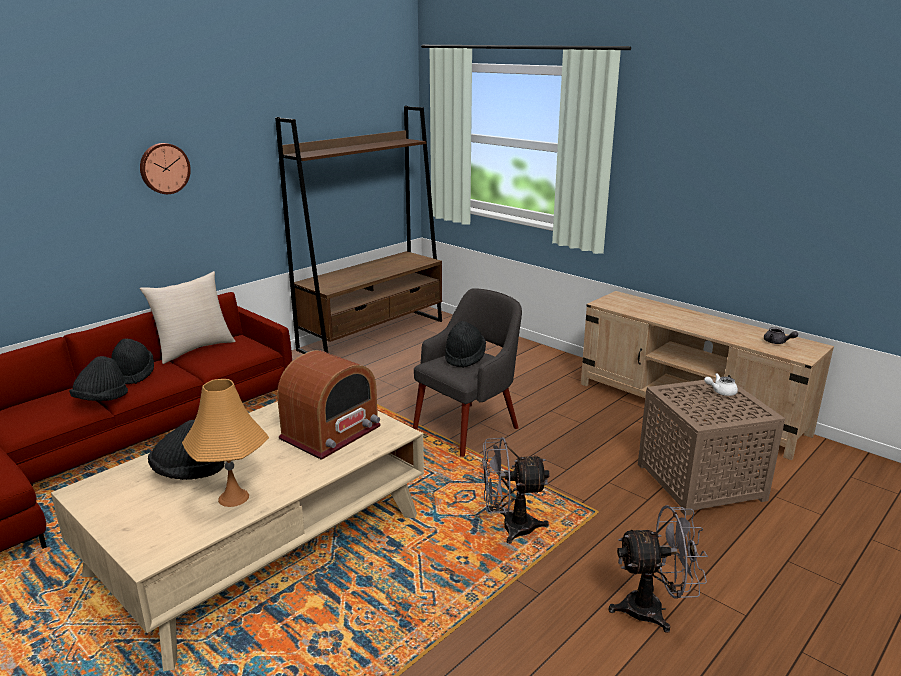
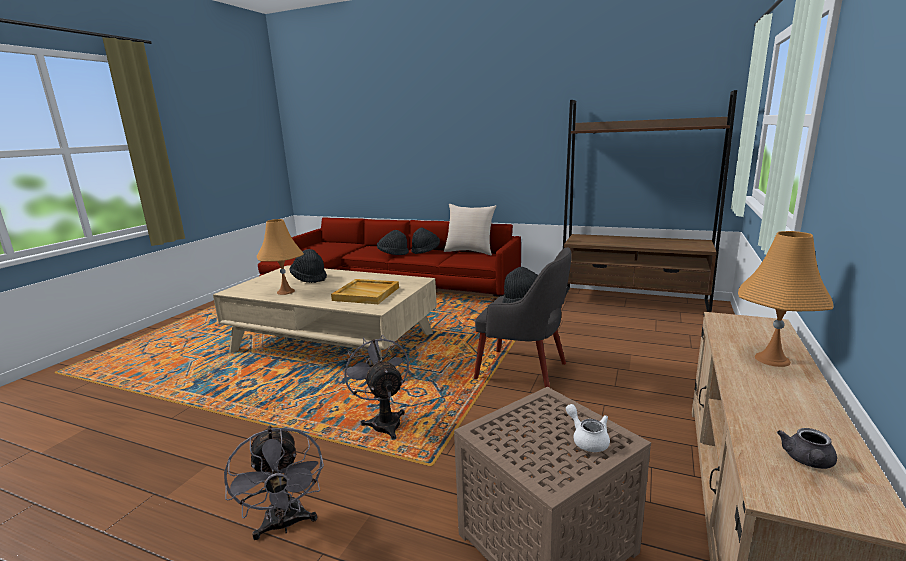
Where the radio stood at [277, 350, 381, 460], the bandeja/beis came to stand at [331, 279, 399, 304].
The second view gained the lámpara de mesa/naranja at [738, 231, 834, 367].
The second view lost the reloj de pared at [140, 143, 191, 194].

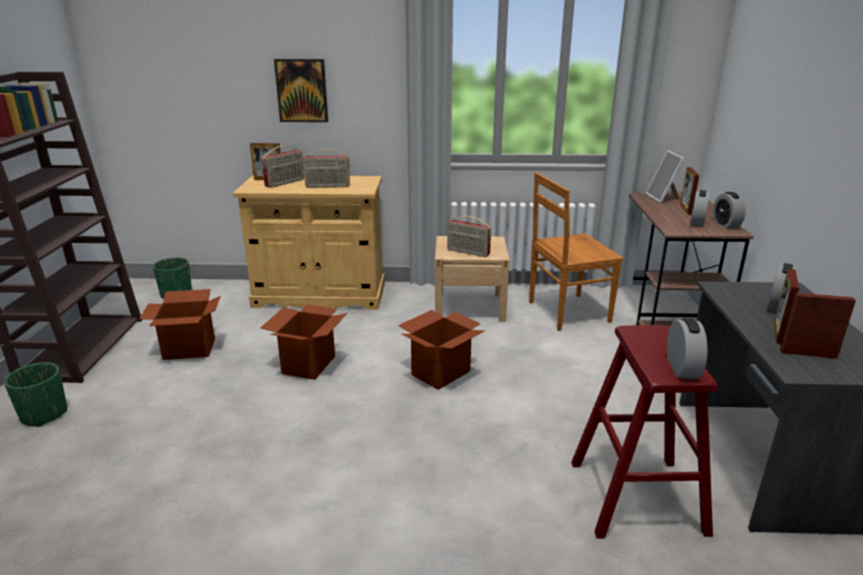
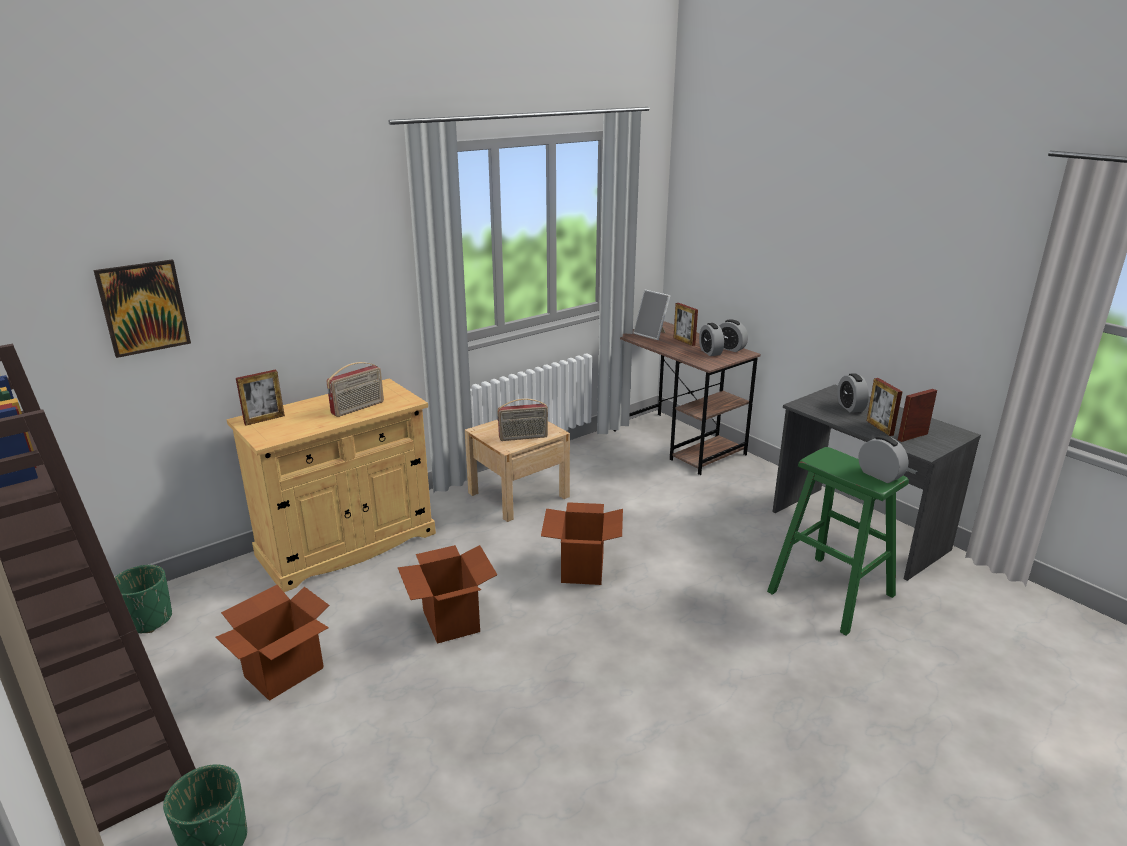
The cuadro ended up elsewhere, having gone from [274, 59, 328, 122] to [93, 260, 191, 358].
What was the taburete/rojo at [571, 325, 717, 539] turned into the taburete/verde at [767, 447, 909, 635].
The second view lost the radio at [262, 146, 304, 188].
The second view lost the silla/marrón at [529, 172, 623, 331].

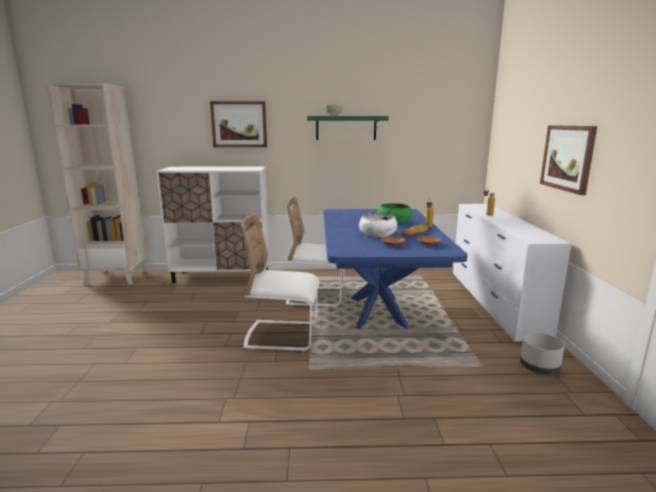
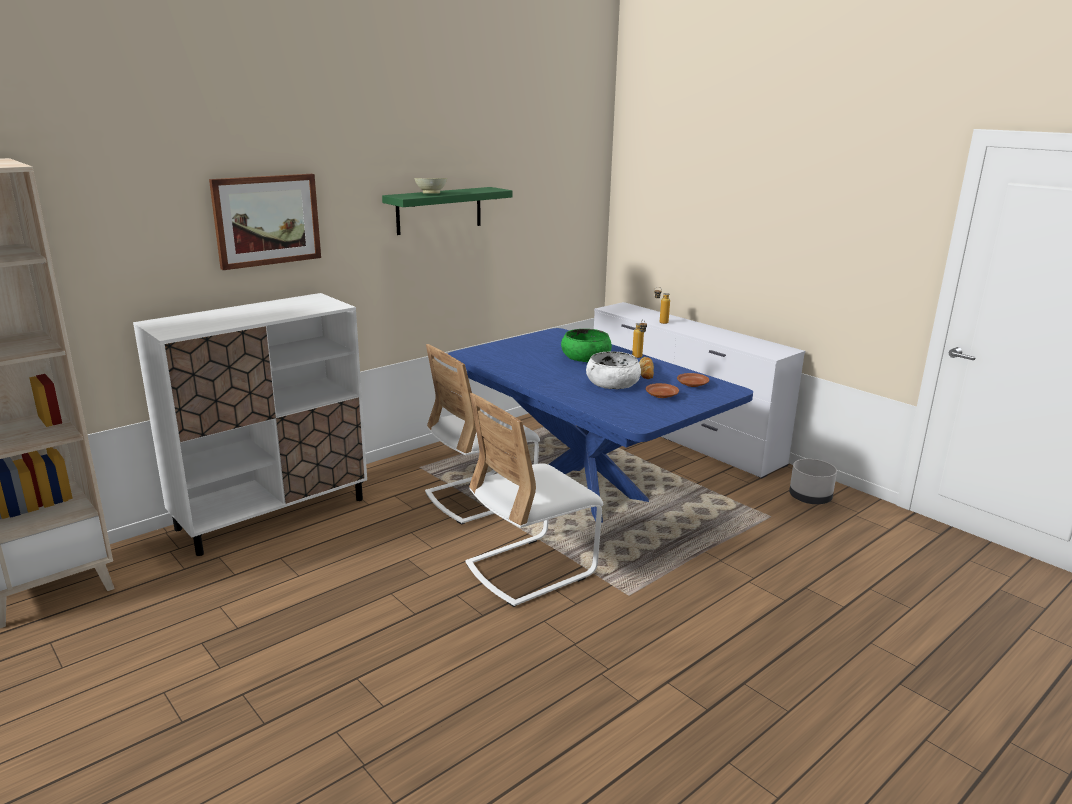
The second view lost the cuadro at [540, 125, 597, 195].

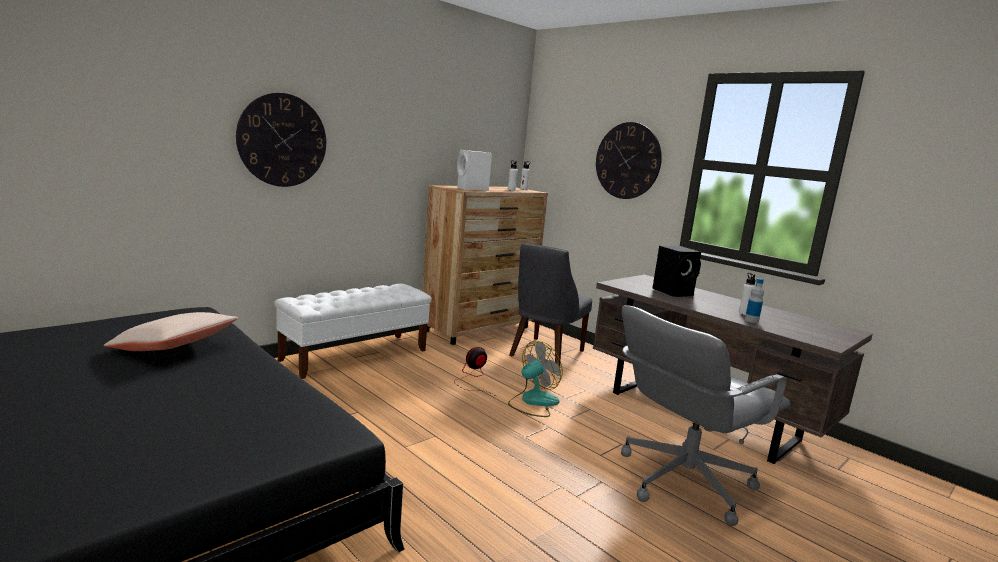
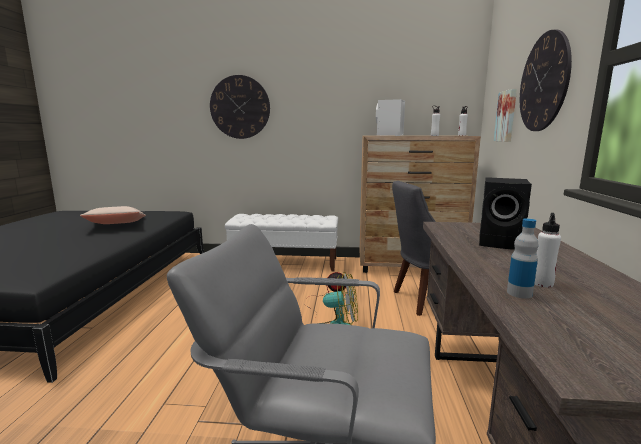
The second view gained the cuadro at [494, 89, 517, 142].

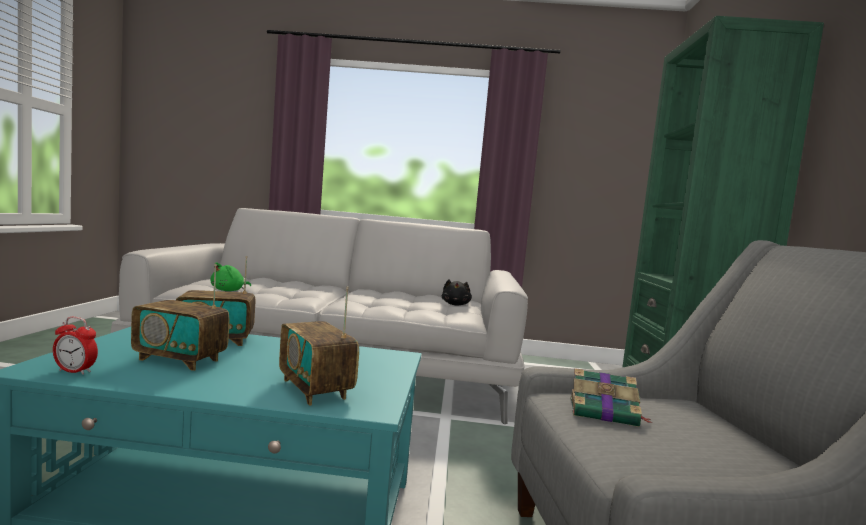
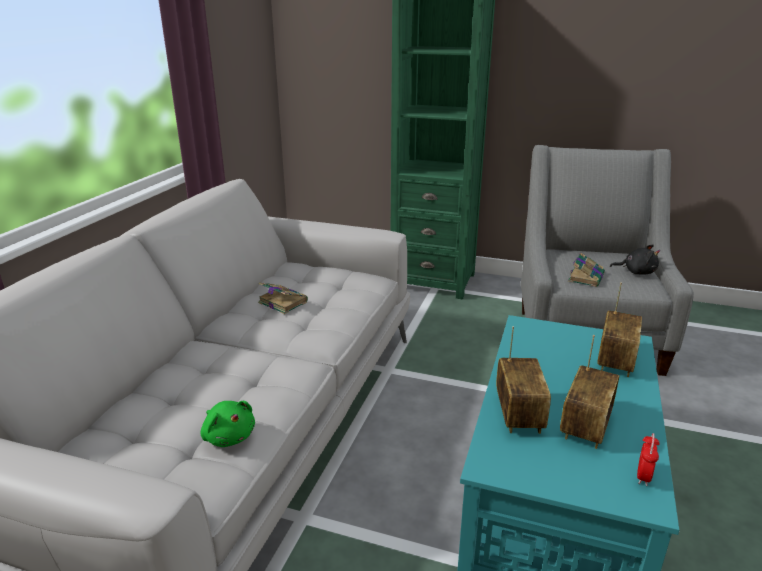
The second view gained the libro at [258, 283, 308, 314].
The radio at [279, 287, 359, 406] ended up facing another way, 45 degrees counterclockwise from before.
The peluche/negro ended up elsewhere, having gone from [442, 279, 472, 305] to [610, 244, 660, 275].

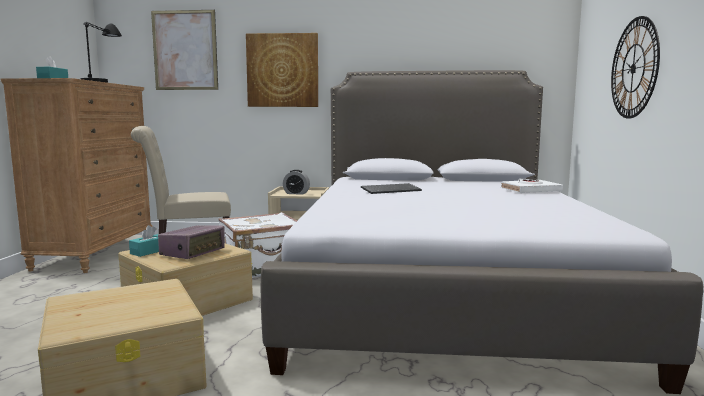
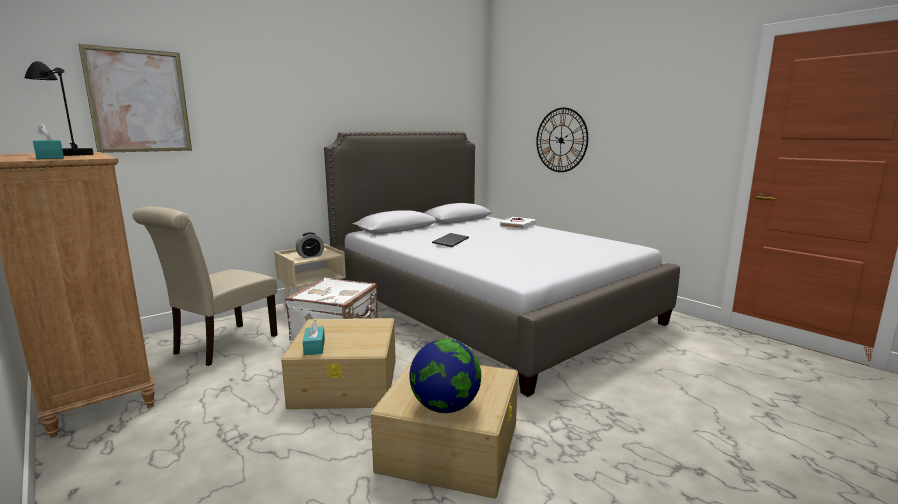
The second view gained the globo terráqueo at [409, 339, 481, 413].
The second view lost the radio at [158, 225, 224, 259].
The second view lost the cuadro at [246, 33, 318, 107].

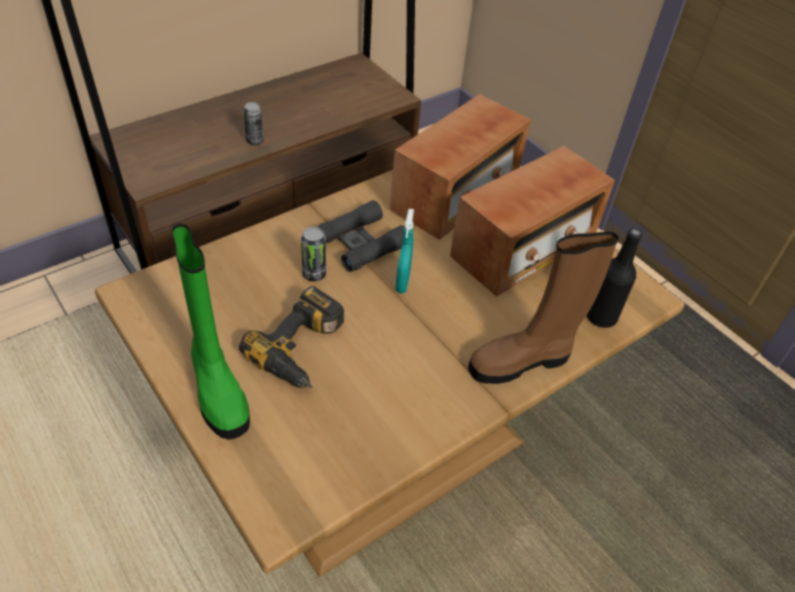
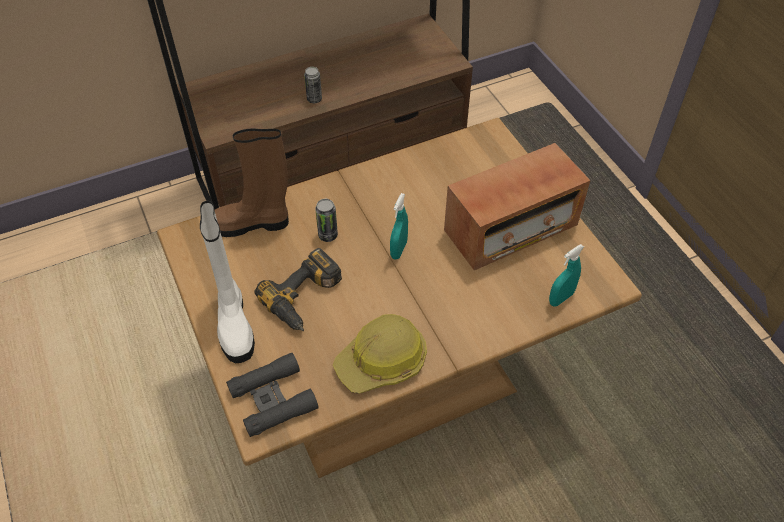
What was the bota/verde at [172, 224, 250, 440] turned into the bota/blanco at [200, 201, 255, 363].
The bota/marrón ended up elsewhere, having gone from [468, 231, 619, 384] to [215, 129, 289, 237].
The prismáticos/negro ended up elsewhere, having gone from [318, 200, 405, 272] to [226, 352, 319, 437].
The second view gained the casco at [333, 314, 427, 394].
Where the botella/negro stood at [587, 228, 642, 328], the pulverizador/turquesa came to stand at [549, 244, 584, 306].
The second view lost the radio at [390, 94, 531, 239].

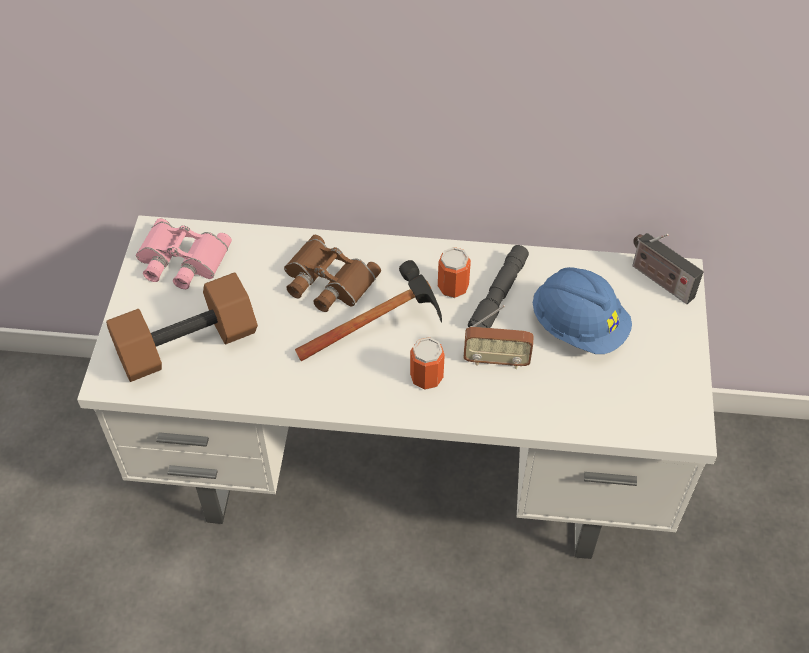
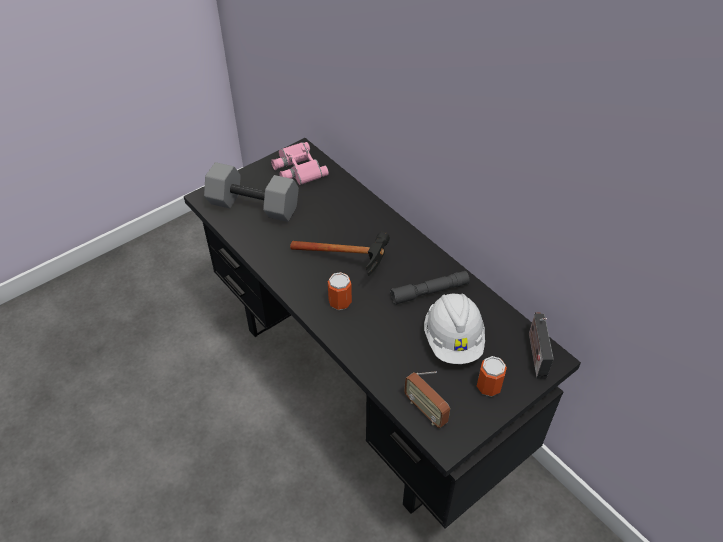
What was the escritorio/blanco at [77, 215, 717, 559] turned into the escritorio/negro at [184, 138, 581, 529].
What was the mancuerna/marrón at [106, 272, 258, 382] turned into the mancuerna/gris at [204, 162, 299, 222].
The radio ended up elsewhere, having gone from [463, 305, 534, 369] to [404, 371, 450, 428].
What was the casco/azul at [533, 267, 632, 354] turned into the casco/blanco at [424, 293, 485, 364].
The lata ended up elsewhere, having gone from [438, 247, 471, 298] to [477, 356, 507, 396].
The second view lost the prismáticos/marrón at [284, 235, 381, 312].

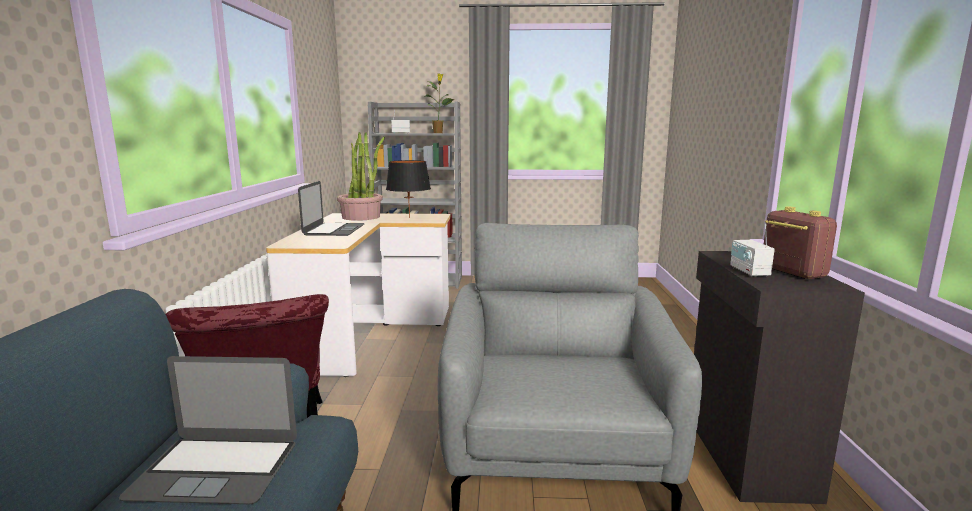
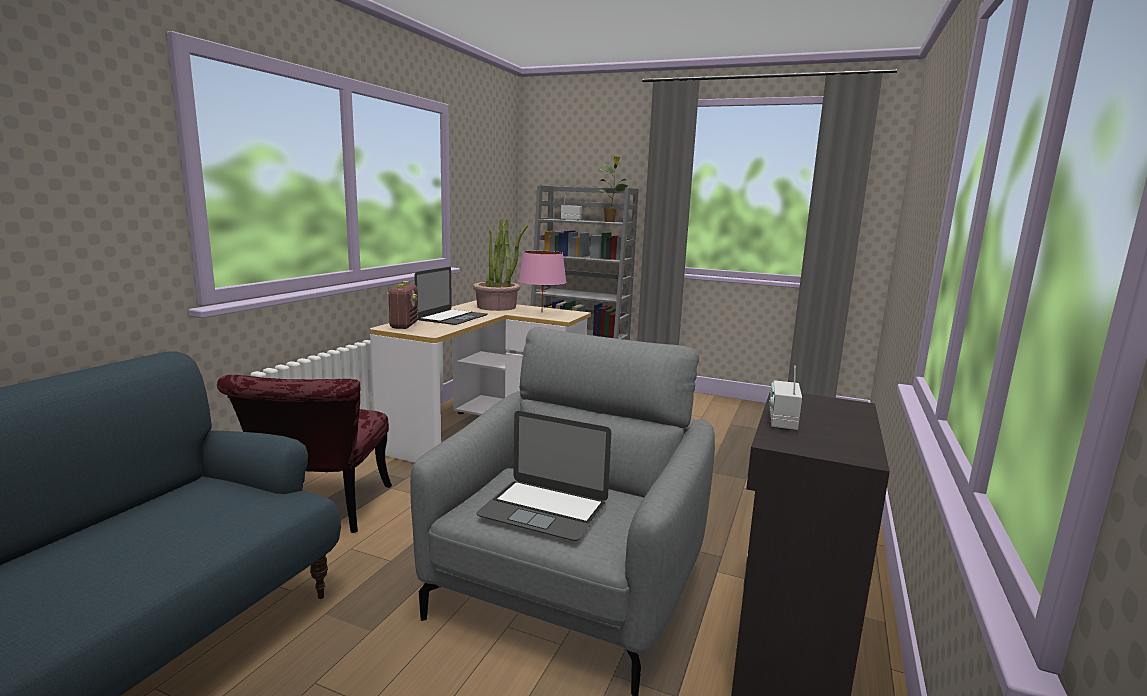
The radio ended up elsewhere, having gone from [764, 207, 837, 279] to [387, 281, 418, 329].
The portátil ended up elsewhere, having gone from [119, 356, 297, 504] to [476, 411, 611, 541].
What was the lámpara de mesa/negro at [386, 160, 431, 218] turned into the lámpara de mesa/rosa at [519, 251, 566, 306].

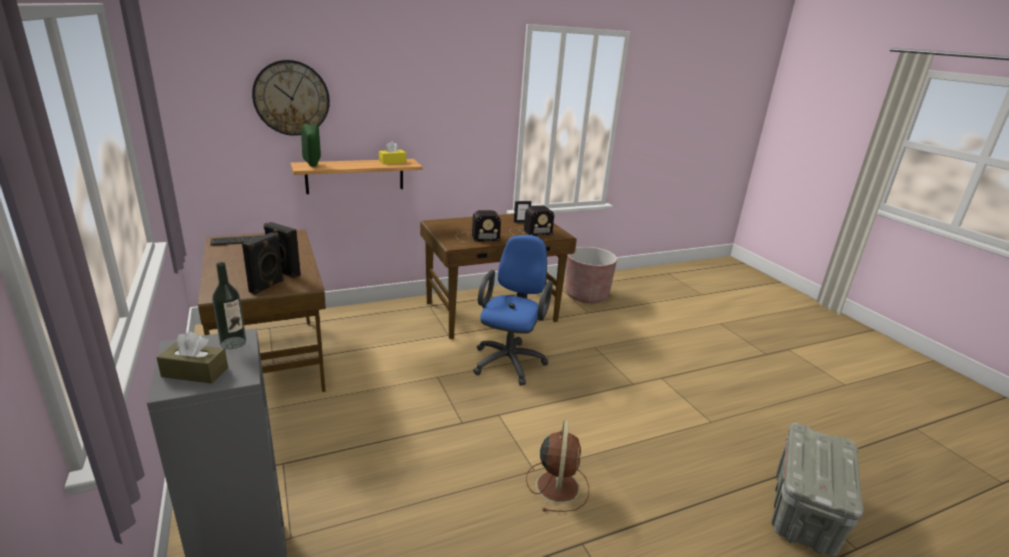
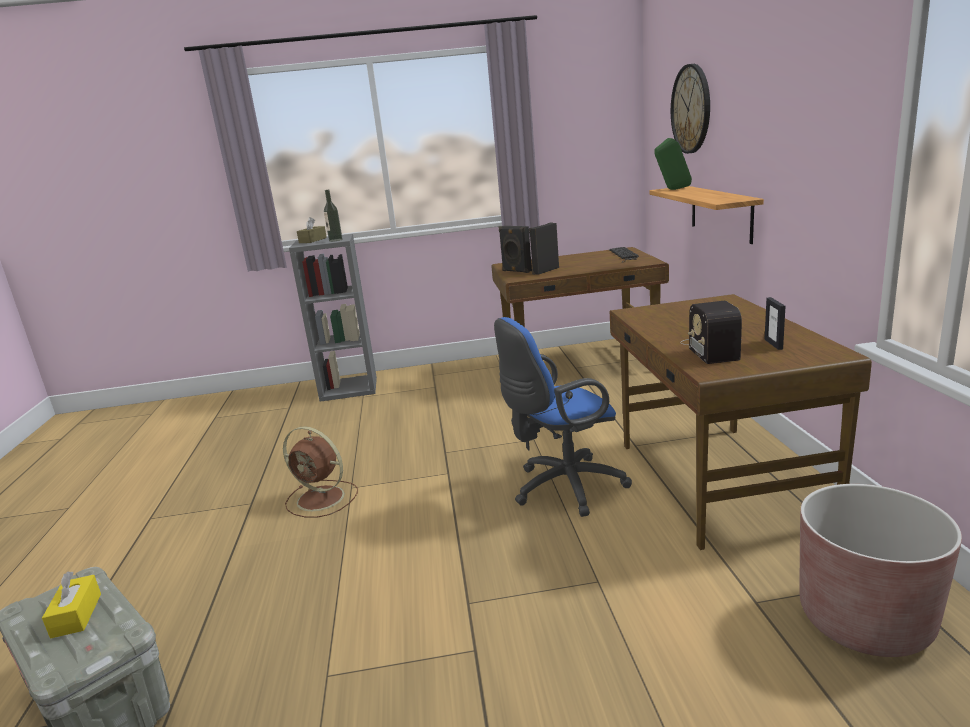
The caja de pañuelos/amarillo ended up elsewhere, having gone from [379, 141, 406, 164] to [42, 572, 101, 638].
The silla de oficina/azul at [473, 235, 553, 386] ended up facing another way, 120 degrees clockwise from before.
The second view lost the radio at [456, 210, 501, 242].

